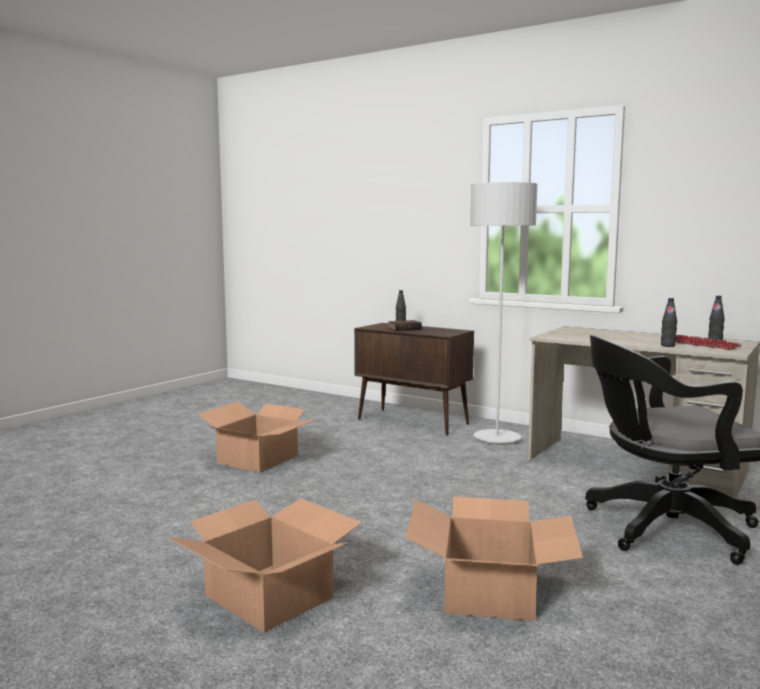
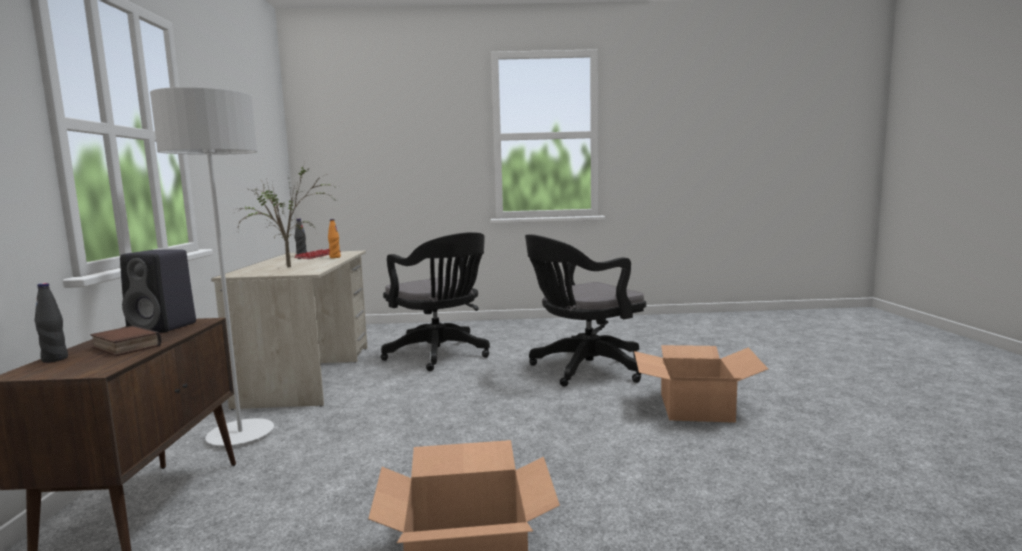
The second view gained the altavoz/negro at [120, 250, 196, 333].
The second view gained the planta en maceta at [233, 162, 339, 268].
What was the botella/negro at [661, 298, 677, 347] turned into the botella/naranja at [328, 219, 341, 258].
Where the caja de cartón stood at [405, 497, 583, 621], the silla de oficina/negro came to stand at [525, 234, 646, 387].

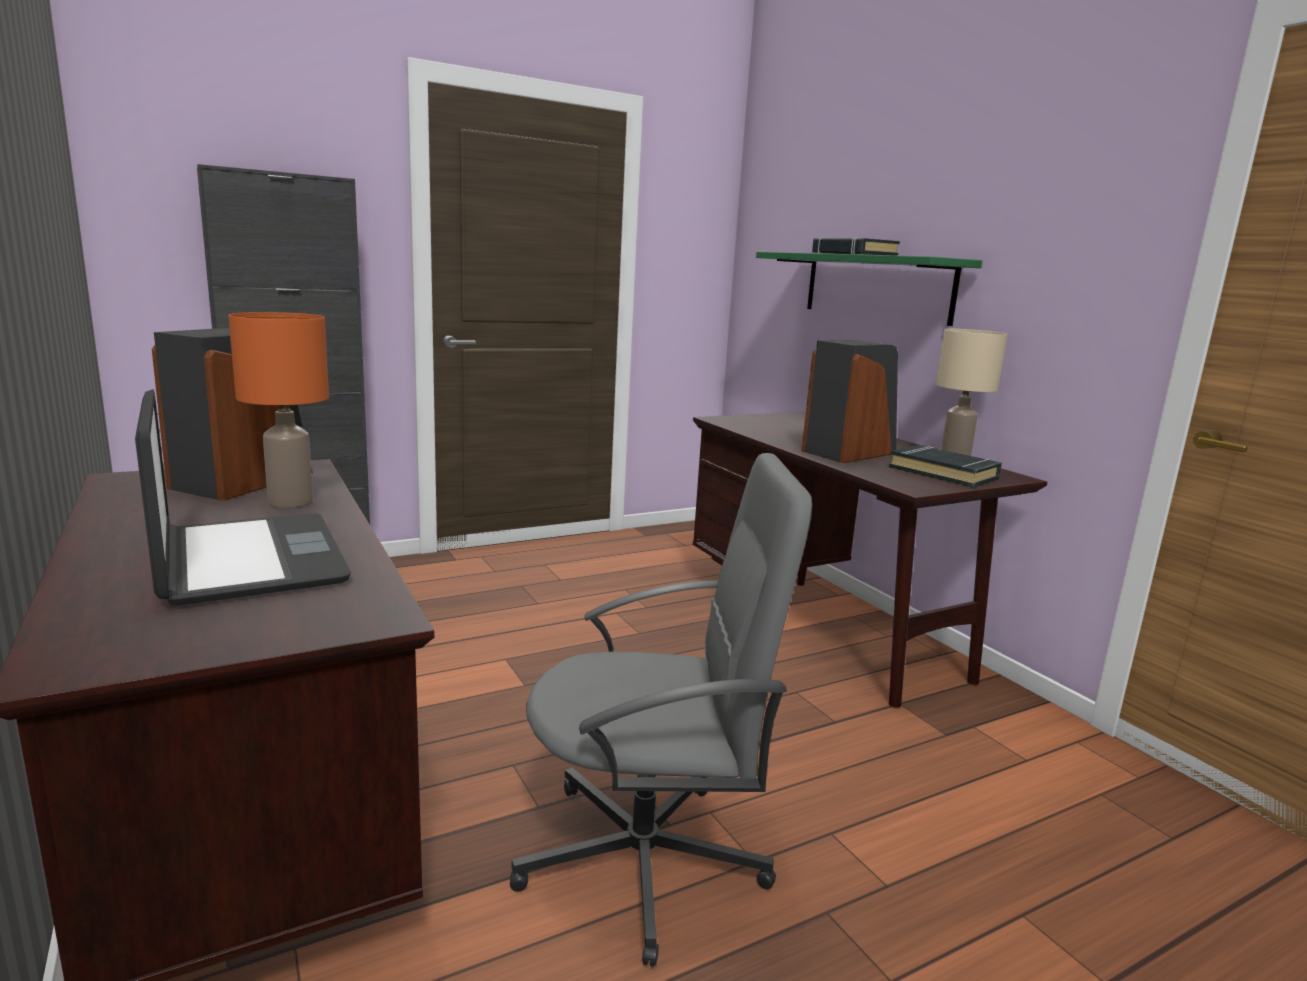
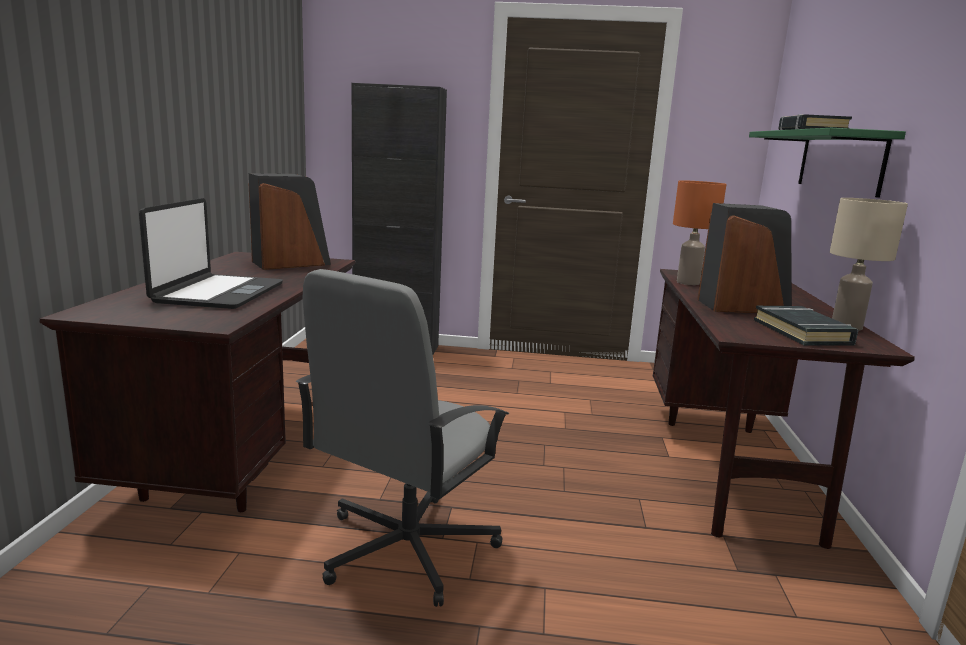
The silla de oficina/gris at [510, 453, 812, 967] ended up facing another way, 90 degrees clockwise from before.
The lámpara de mesa/naranja ended up elsewhere, having gone from [228, 312, 329, 508] to [673, 180, 726, 285].

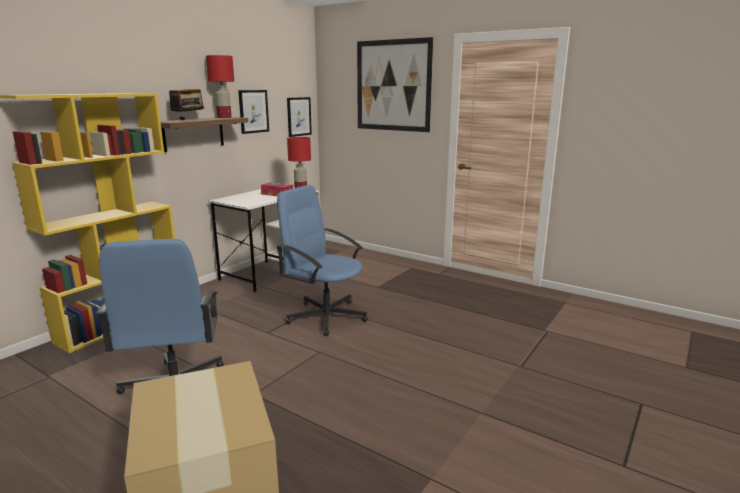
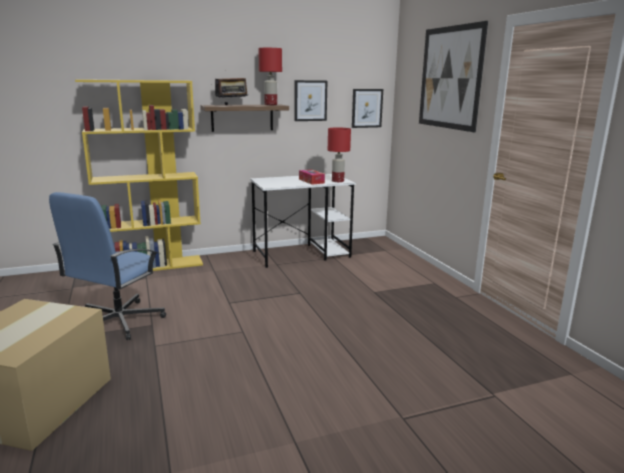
The second view lost the silla de oficina/azul at [276, 185, 368, 336].

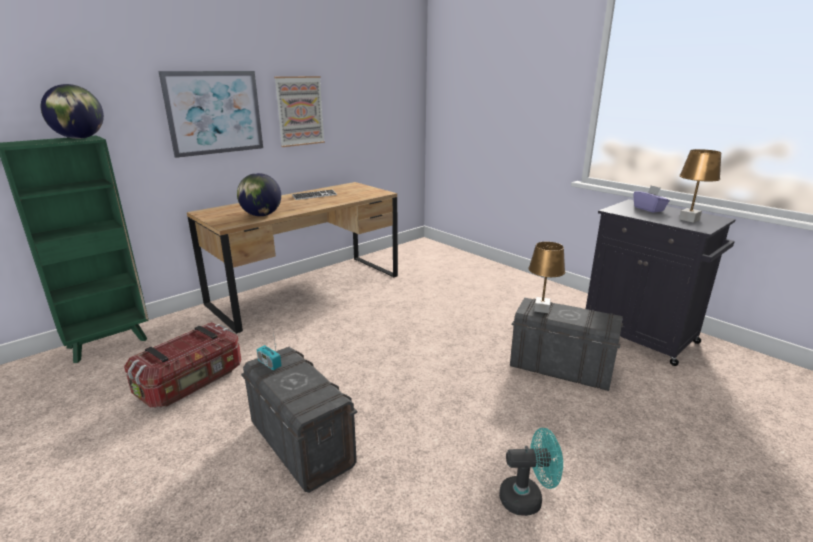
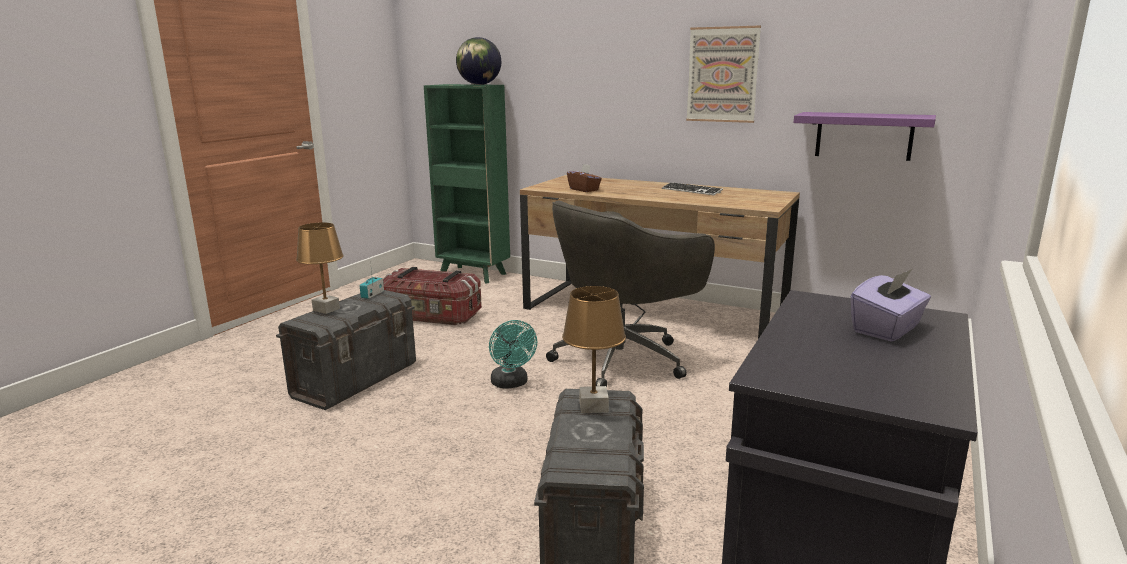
The lámpara de mesa/marrón ended up elsewhere, having gone from [679, 149, 721, 223] to [296, 222, 344, 314].
The ventilador/turquesa ended up elsewhere, having gone from [499, 428, 563, 516] to [489, 320, 537, 389].
The second view gained the silla de oficina/gris at [546, 201, 715, 387].
Where the globo terráqueo stood at [237, 173, 281, 216], the caja de pañuelos/marrón came to stand at [567, 164, 602, 192].
The second view gained the estante/morado at [794, 112, 936, 161].
The second view lost the cuadro at [158, 71, 263, 158].

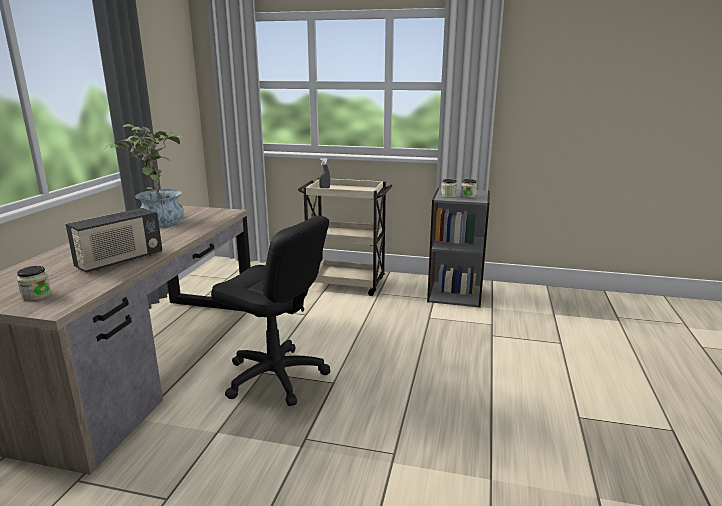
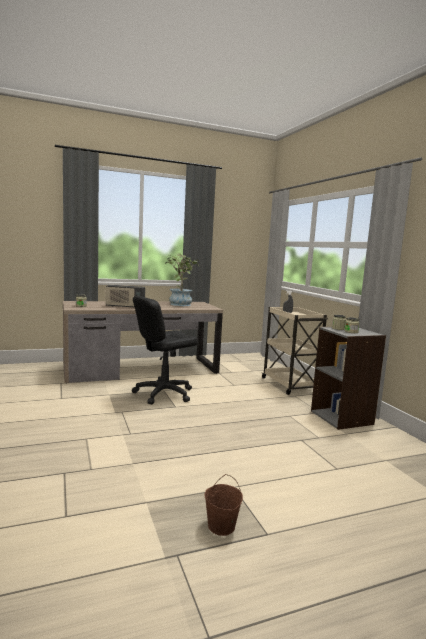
The silla de oficina/negro at [211, 216, 330, 406] ended up facing another way, 60 degrees clockwise from before.
The second view gained the cubo/marrón at [204, 474, 243, 536].

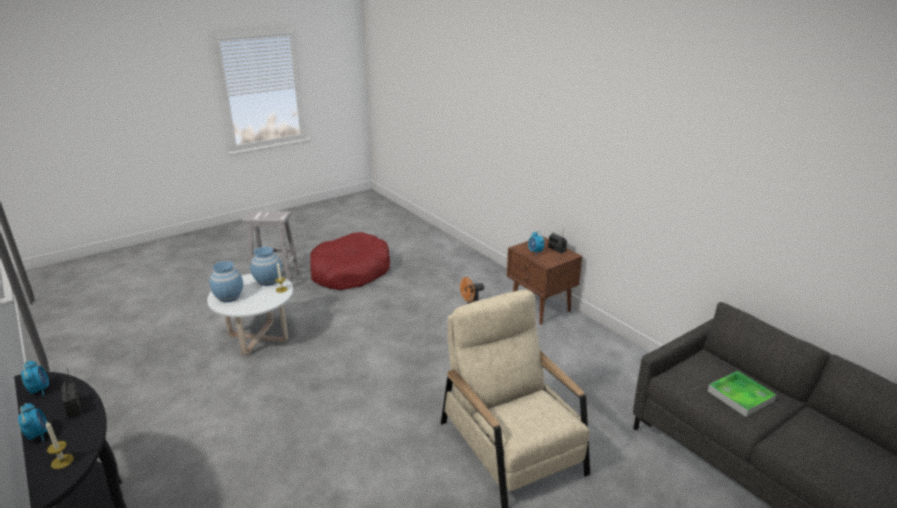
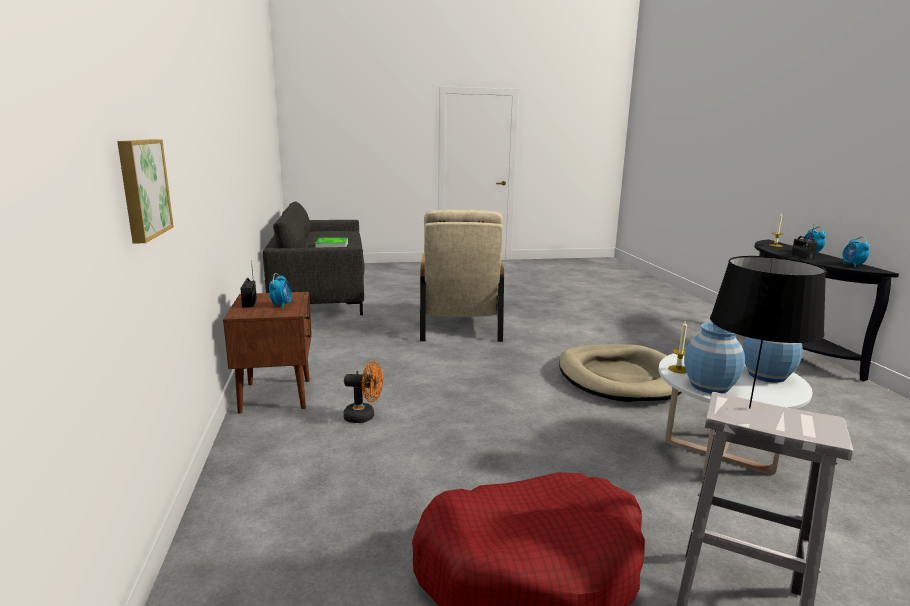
The second view gained the cuadro at [117, 139, 174, 243].
The second view gained the cama para perro/beis at [559, 344, 682, 402].
The second view gained the lámpara de mesa/negro at [710, 256, 826, 408].

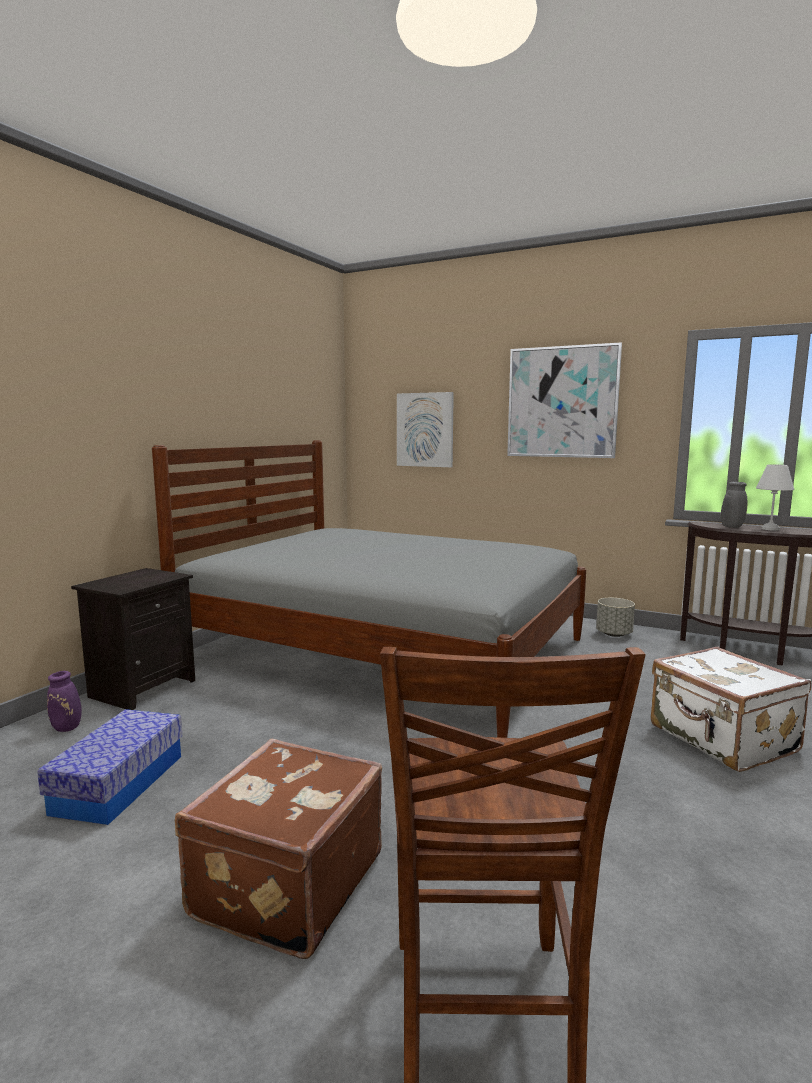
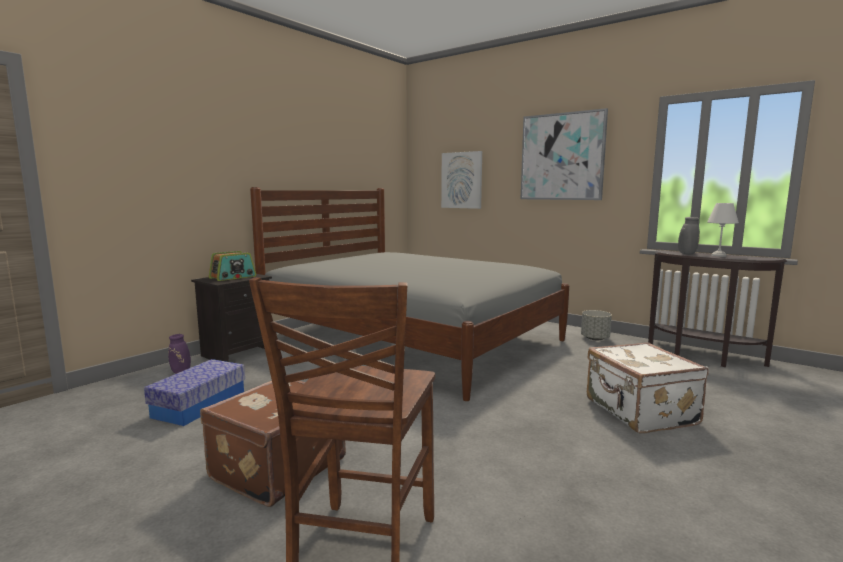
The second view gained the radio at [209, 251, 256, 281].

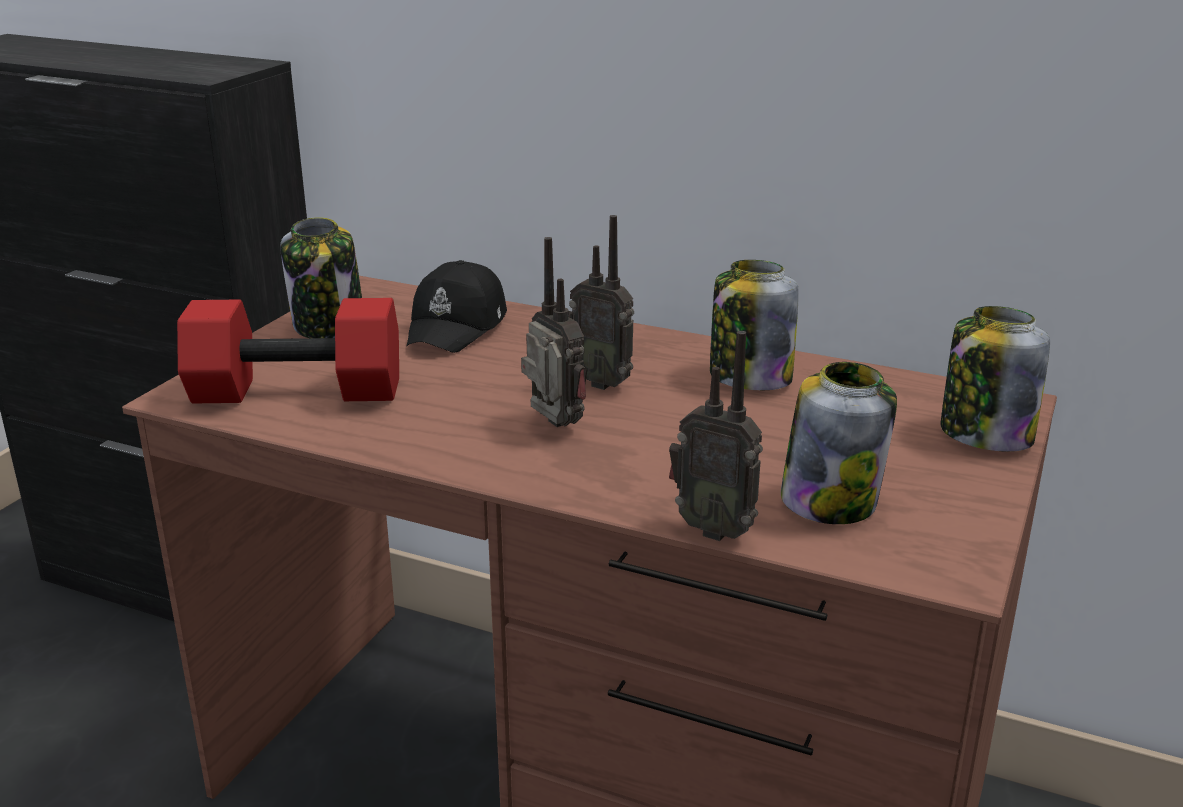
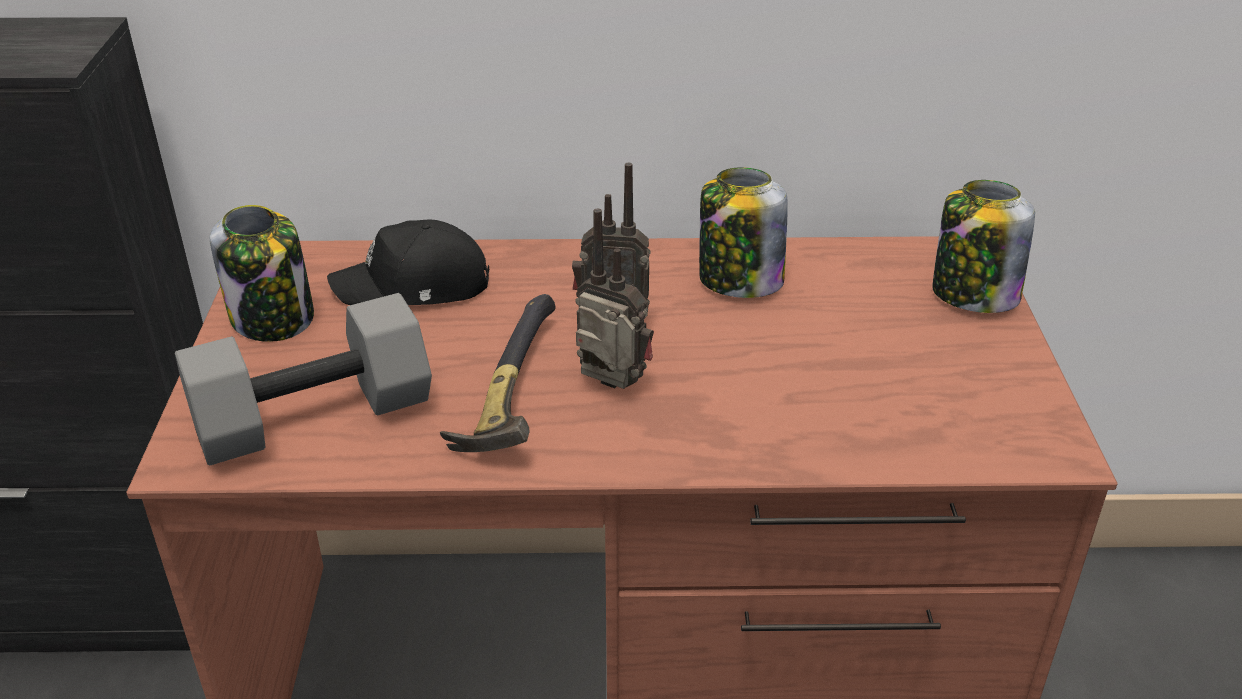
What was the mancuerna/rojo at [177, 298, 399, 404] turned into the mancuerna/gris at [175, 293, 432, 466].
The gorra/negro at [407, 260, 507, 353] ended up facing another way, 90 degrees clockwise from before.
The second view gained the martillo at [439, 294, 555, 452].
The second view lost the radio at [669, 331, 763, 541].
The second view lost the tarro at [781, 362, 897, 524].

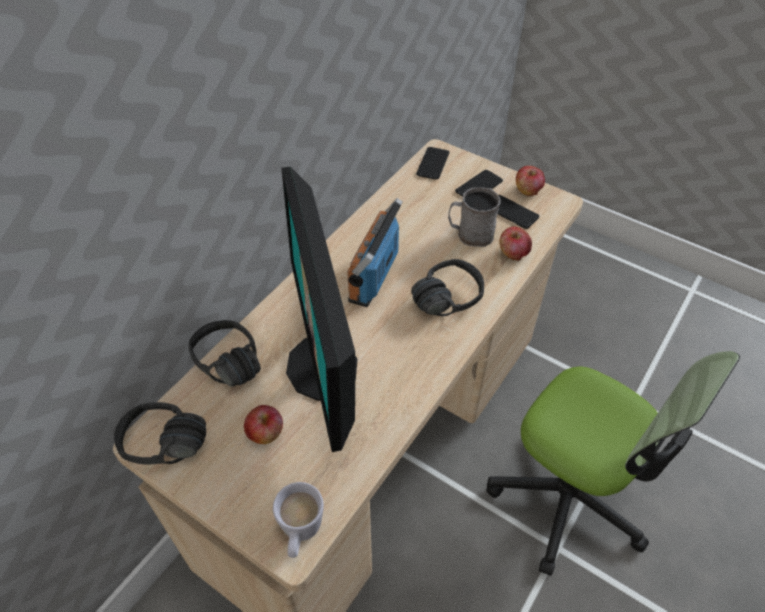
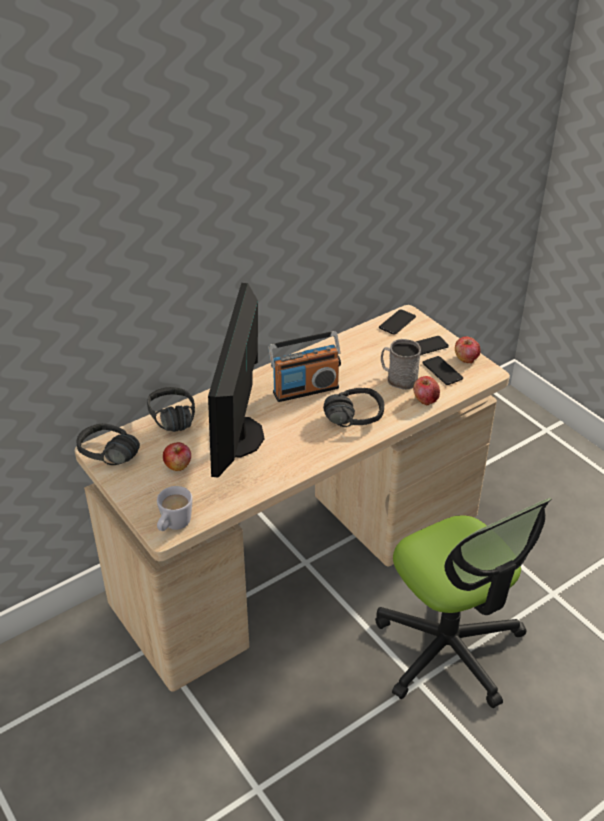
The radio at [347, 198, 403, 307] ended up facing another way, 150 degrees counterclockwise from before.

